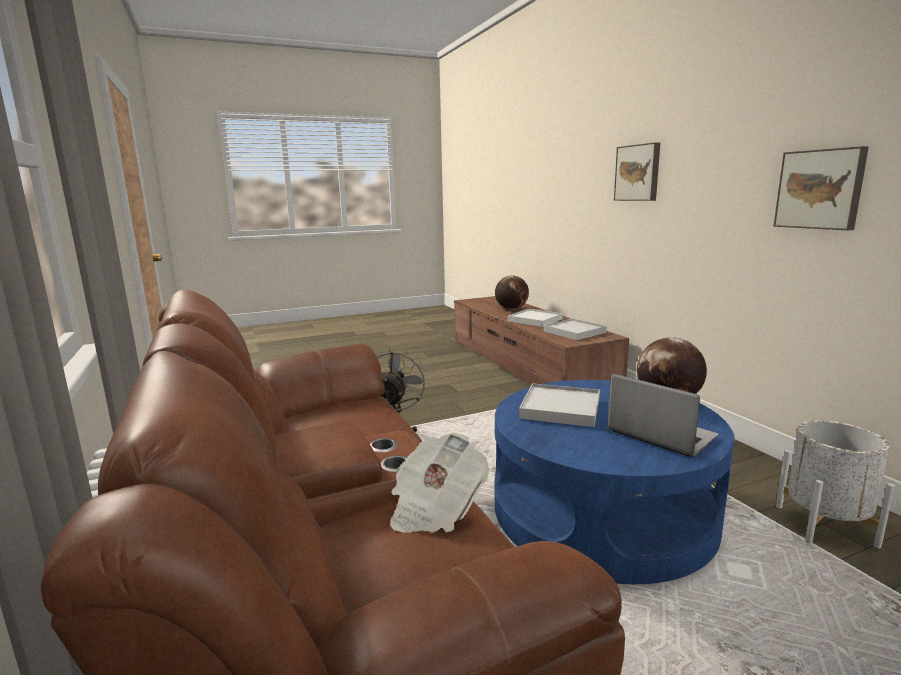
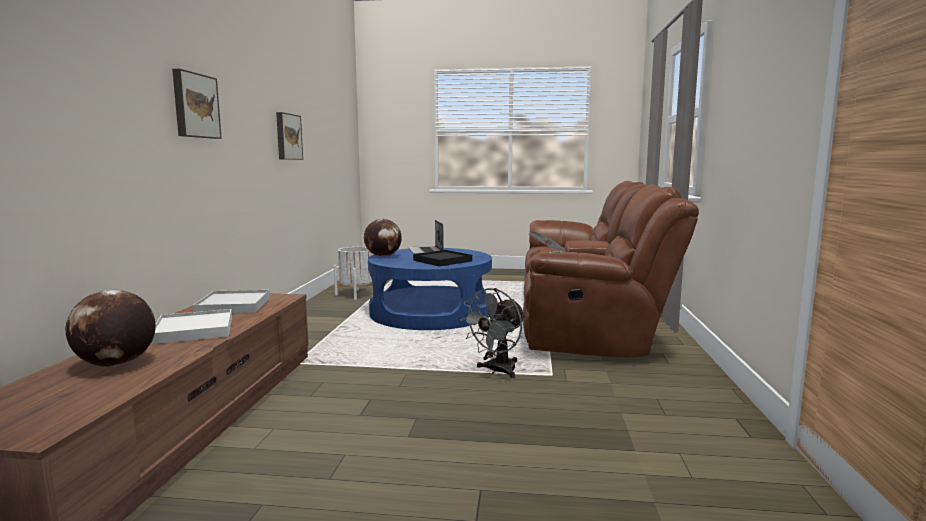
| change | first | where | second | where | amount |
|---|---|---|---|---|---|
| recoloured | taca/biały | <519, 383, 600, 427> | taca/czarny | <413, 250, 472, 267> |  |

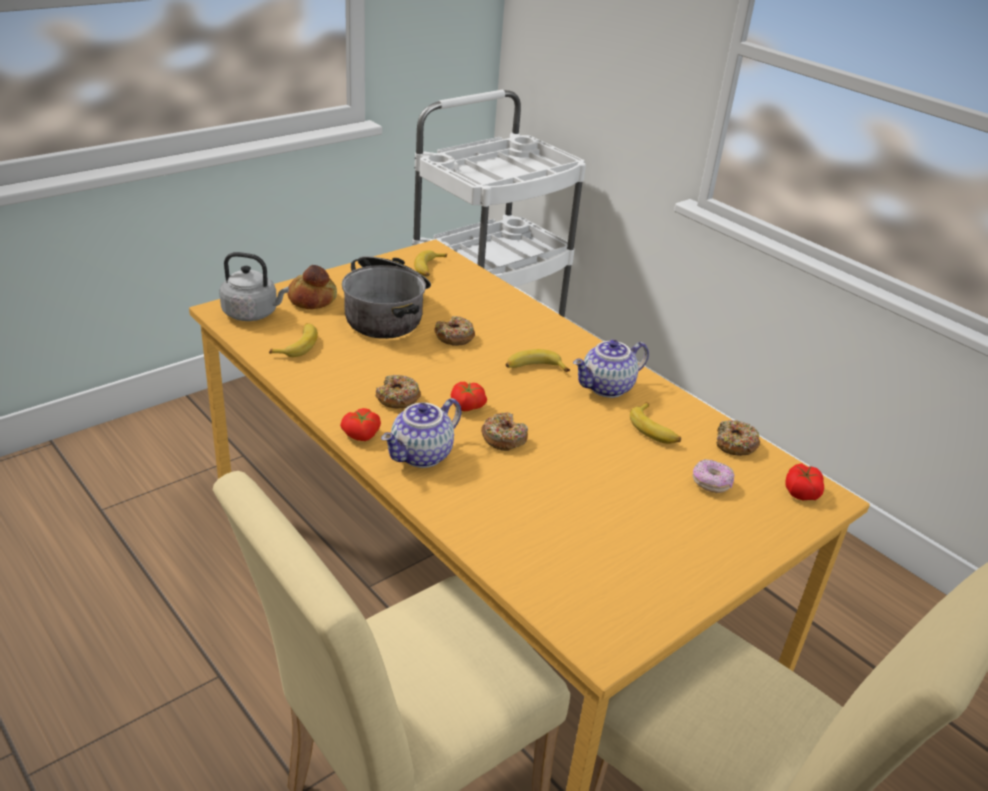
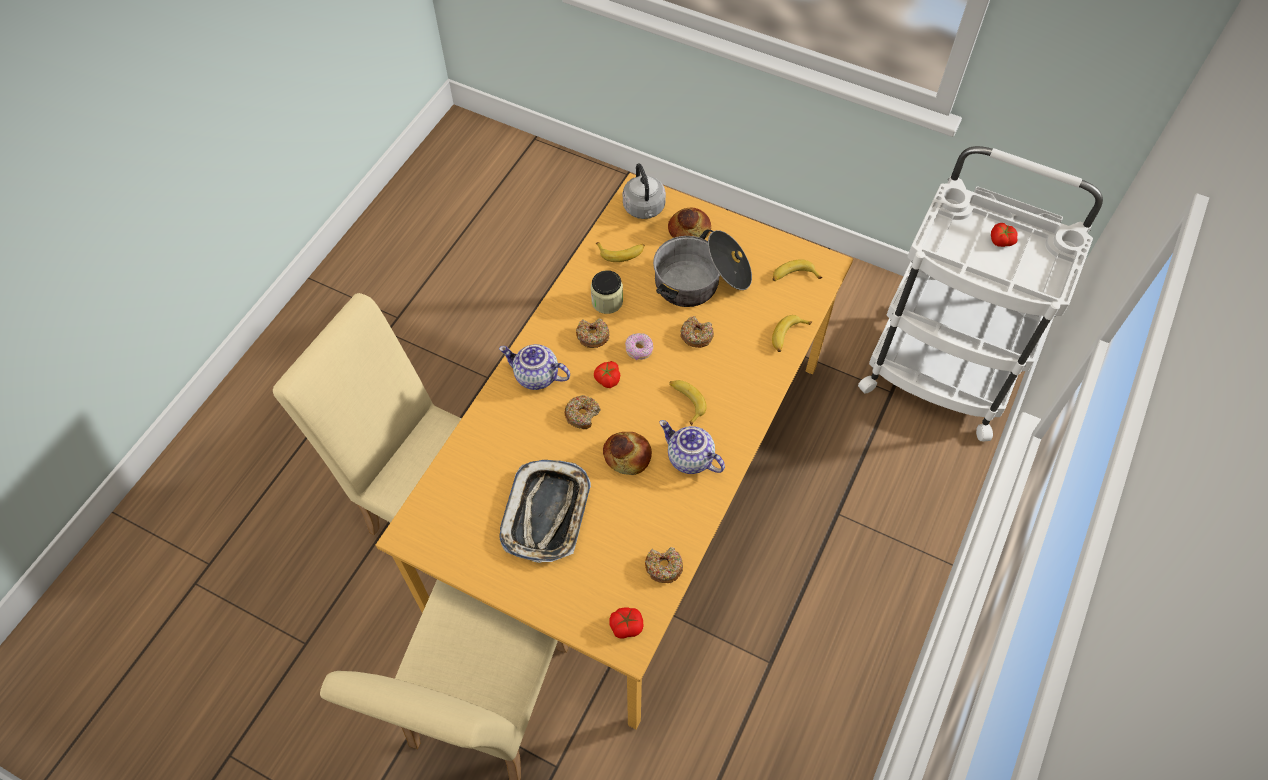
| change | first | where | second | where | amount |
|---|---|---|---|---|---|
| added |  |  | taca | <499, 460, 591, 563> |  |
| added |  |  | słoik | <591, 270, 623, 314> |  |
| added |  |  | chleb | <603, 432, 652, 475> |  |
| moved | pomidor | <340, 408, 381, 441> |  | <991, 223, 1018, 247> |  |
| moved | banan | <630, 402, 681, 444> |  | <772, 315, 812, 352> |  |
| moved | donut | <693, 459, 734, 493> |  | <625, 333, 654, 360> |  |

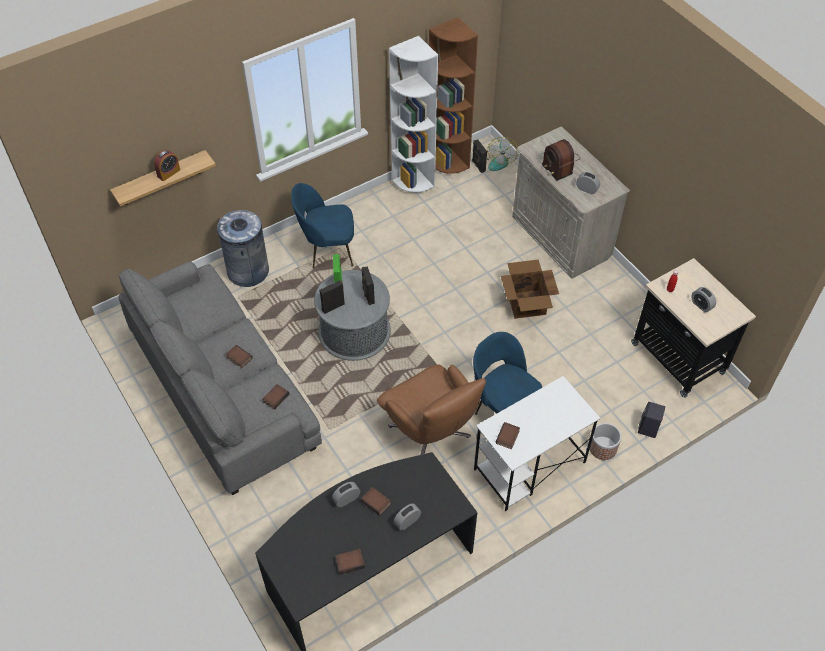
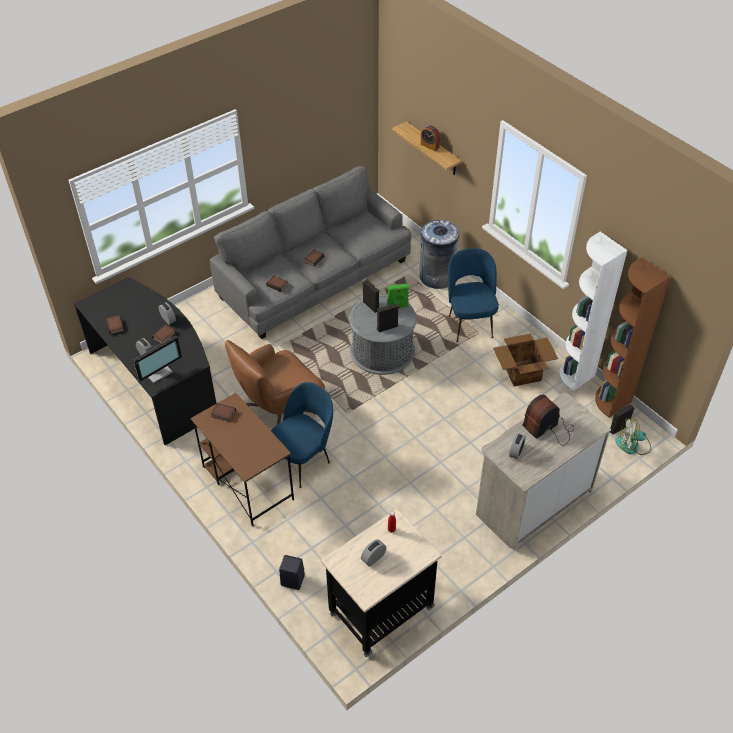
| change | first | where | second | where | amount |
|---|---|---|---|---|---|
| removed | donica | <589, 423, 621, 460> |  |  |  |
| added |  |  | monitor | <133, 335, 182, 384> |  |
| moved | karton | <501, 260, 559, 319> |  | <493, 334, 558, 386> |  |
| recoloured | biurko/biały | <474, 376, 600, 511> | biurko/brązowy | <191, 393, 294, 526> |  |

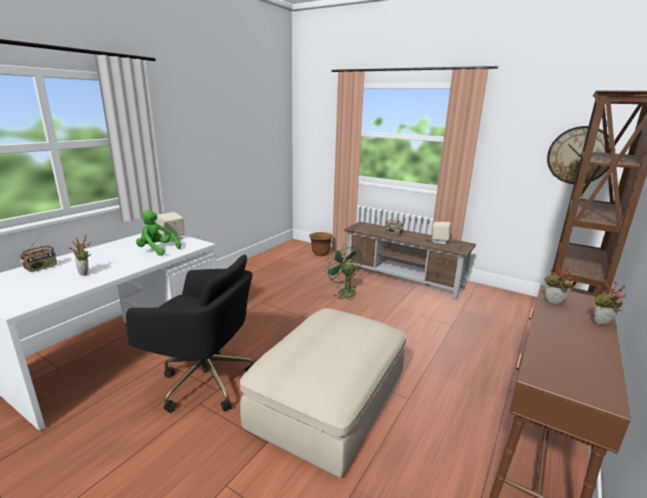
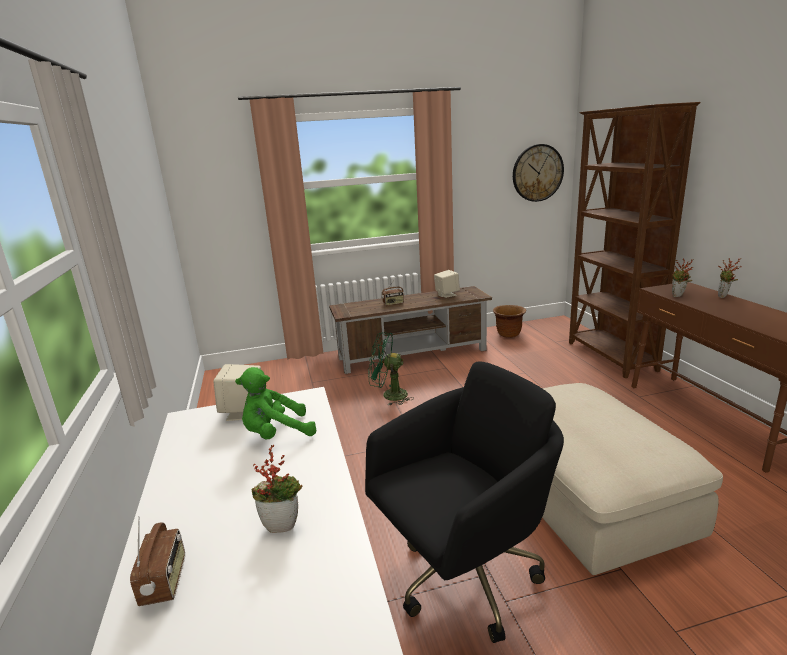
| change | first | where | second | where | amount |
|---|---|---|---|---|---|
| moved | donica/brązowy | <309, 232, 333, 256> |  | <493, 305, 526, 338> |  |

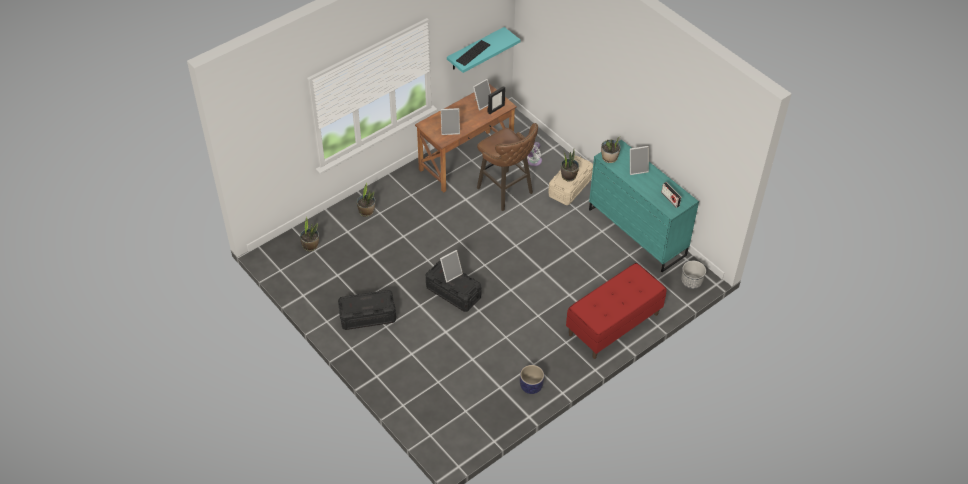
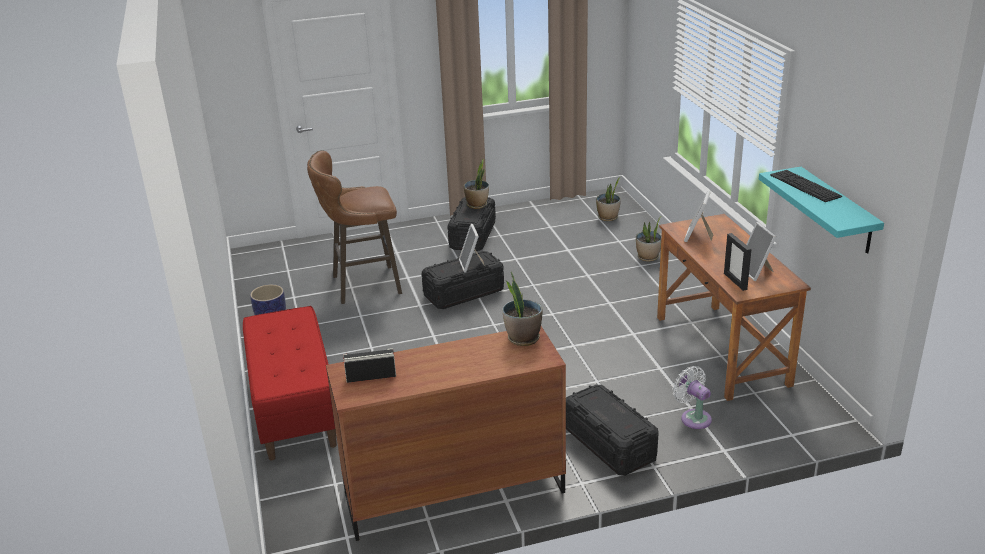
| change | first | where | second | where | amount |
|---|---|---|---|---|---|
| removed | ramka na zdjęcie | <630, 146, 649, 175> |  |  |  |
| removed | donica | <681, 261, 706, 289> |  |  |  |
| moved | stołek/brązowy | <477, 123, 538, 211> |  | <307, 150, 402, 304> |  |
| moved | roślina doniczkowa | <561, 150, 579, 182> |  | <464, 159, 489, 209> |  |
| recoloured | pojemnik do przechowywania/beżowy | <548, 155, 593, 205> | pojemnik do przechowywania/czarny | <566, 385, 659, 476> |  |
| recoloured | komoda/turkusowy | <589, 140, 699, 272> | komoda/brązowy | <326, 326, 566, 541> |  |

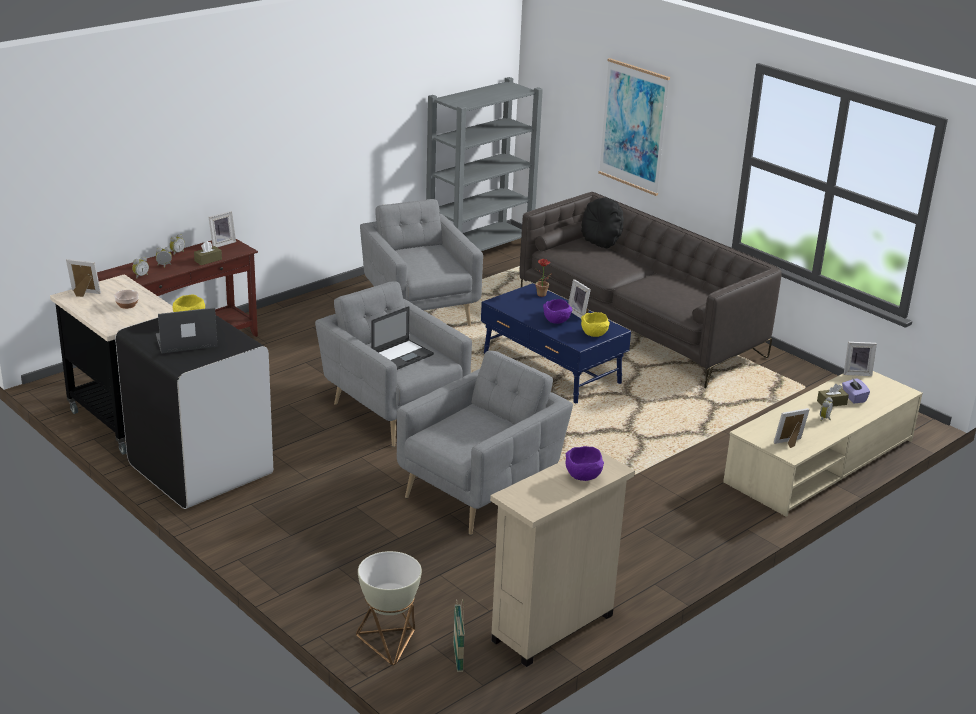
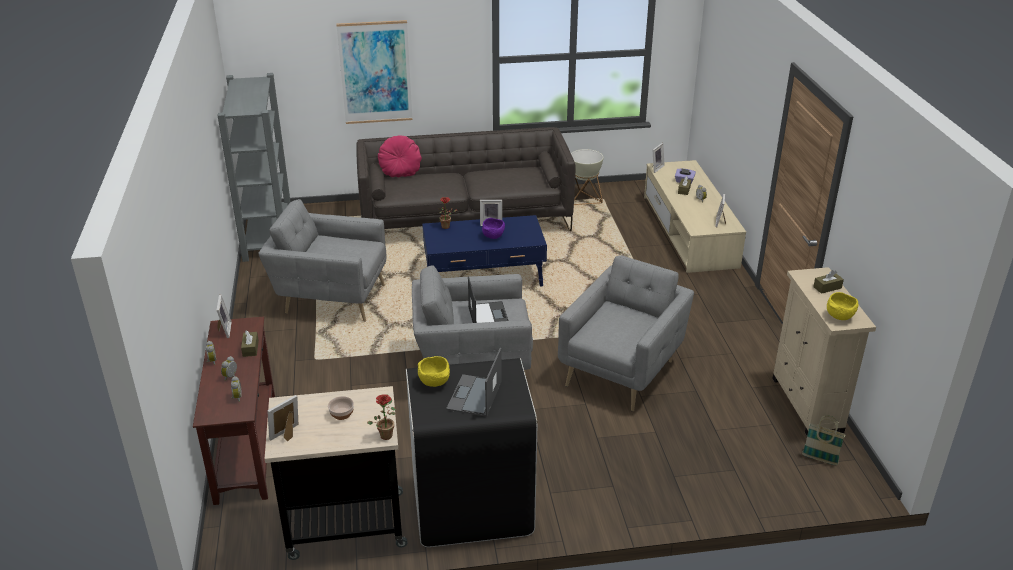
| change | first | where | second | where | amount |
|---|---|---|---|---|---|
| added |  |  | roślina doniczkowa | <367, 394, 396, 440> |  |
| moved | donica | <356, 551, 422, 665> |  | <571, 149, 604, 205> |  |
| moved | miska/żółty | <581, 312, 610, 337> |  | <827, 292, 859, 320> |  |
| replaced | miska/fioletowy | <566, 446, 604, 481> | pudełko chusteczek/brązowy | <813, 270, 844, 294> |  |
| recoloured | poduszka/czarny | <581, 197, 624, 248> | poduszka/różowy | <378, 135, 422, 177> |  |
| turned | fotel/szary | <397, 351, 573, 535> |  | <558, 255, 694, 412> | 45 degrees clockwise |

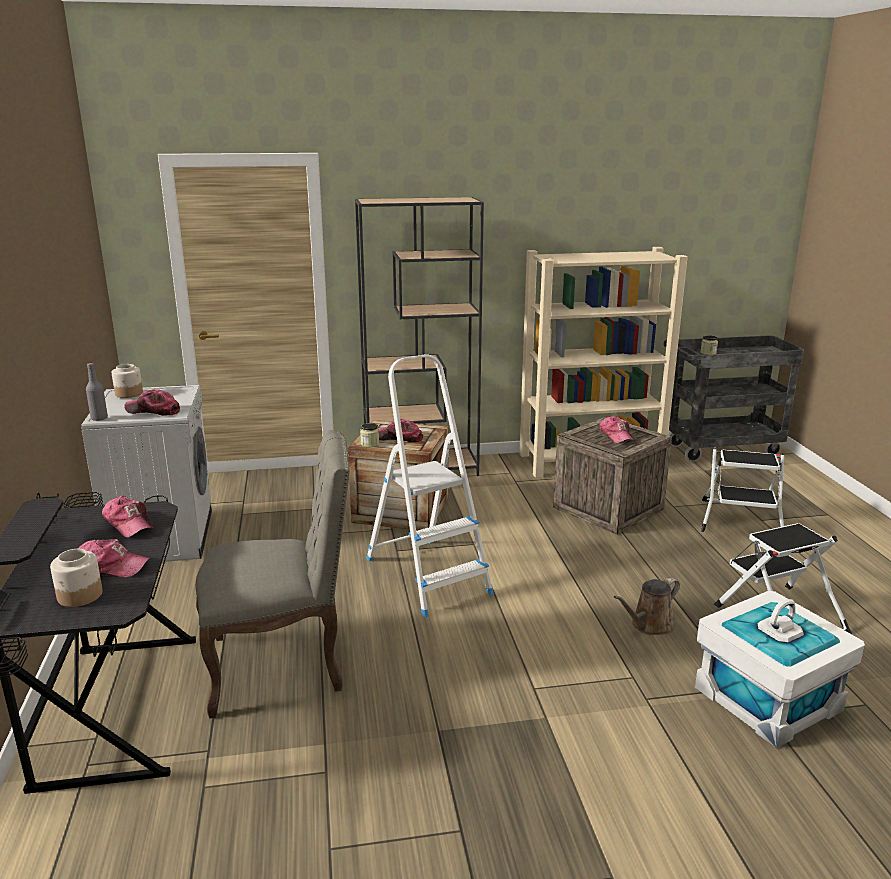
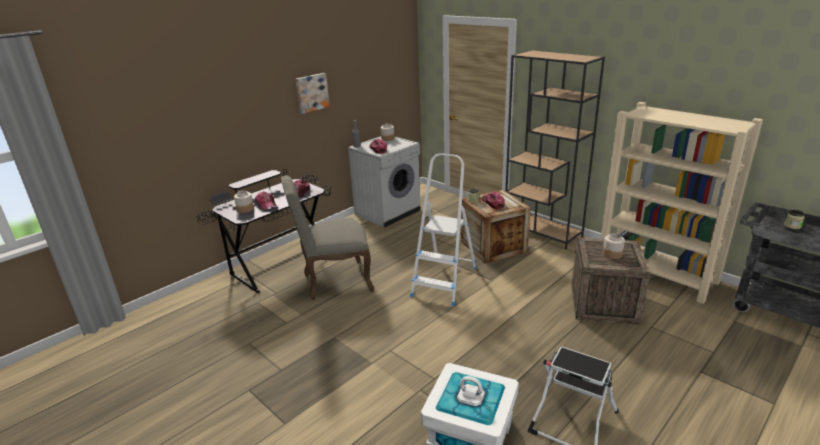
| change | first | where | second | where | amount |
|---|---|---|---|---|---|
| removed | konewka/brązowy | <614, 578, 680, 635> |  |  |  |
| removed | drabinka | <701, 448, 784, 532> |  |  |  |
| added |  |  | obraz | <296, 73, 330, 114> |  |
| replaced | czapka z daszkiem | <600, 416, 635, 443> | słoik | <603, 233, 625, 259> |  |
| turned | krzesło/szary | <196, 430, 350, 718> |  | <281, 175, 374, 300> | 120 degrees clockwise |

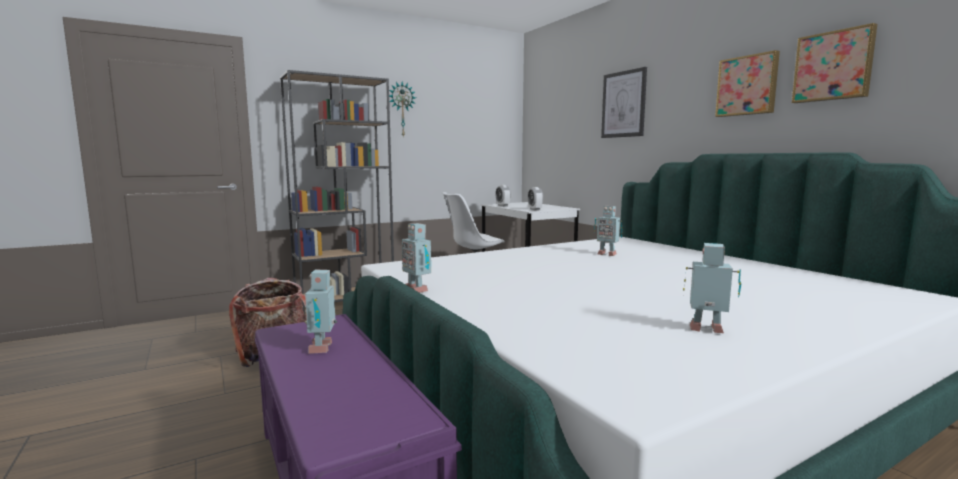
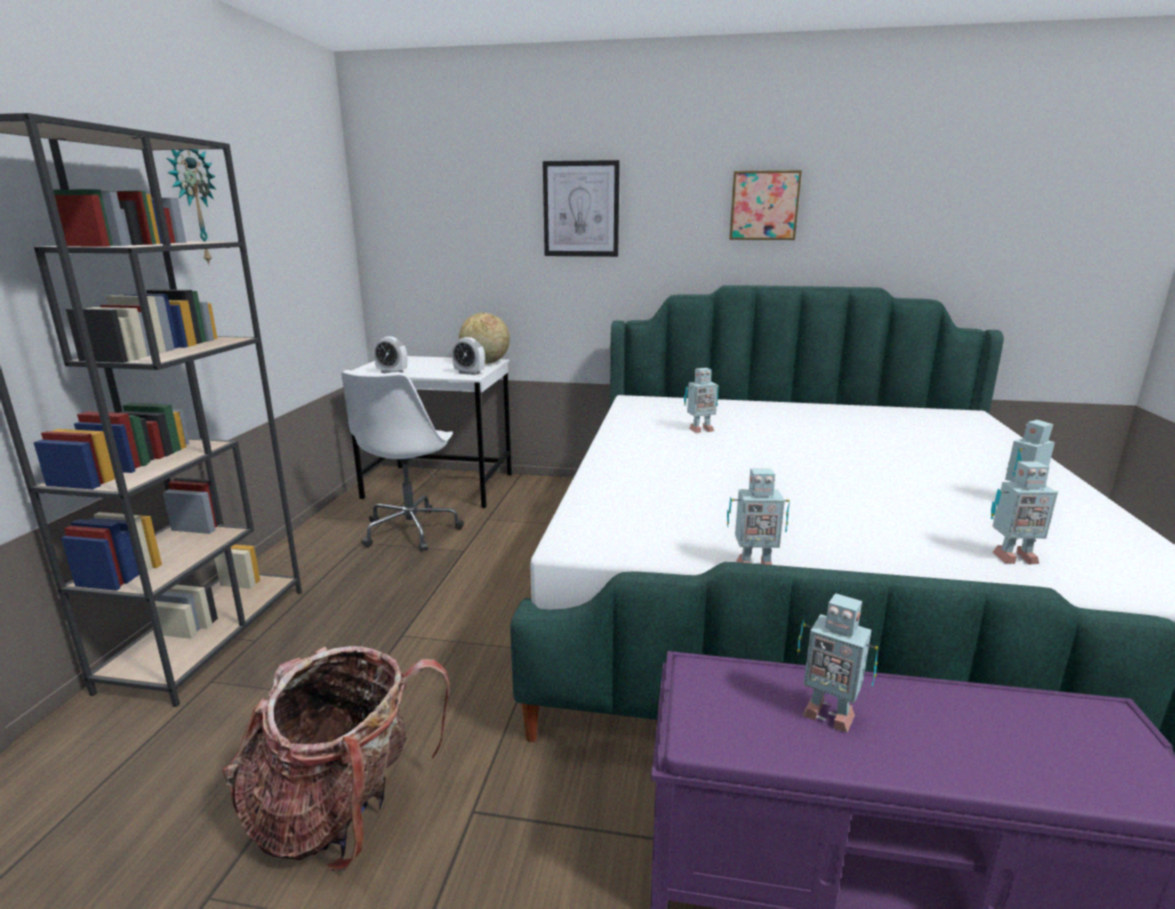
| change | first | where | second | where | amount |
|---|---|---|---|---|---|
| removed | obraz | <792, 23, 877, 103> |  |  |  |
| added |  |  | globus | <459, 313, 510, 364> |  |
| added |  |  | robot zabawkowy | <991, 461, 1058, 565> |  |

